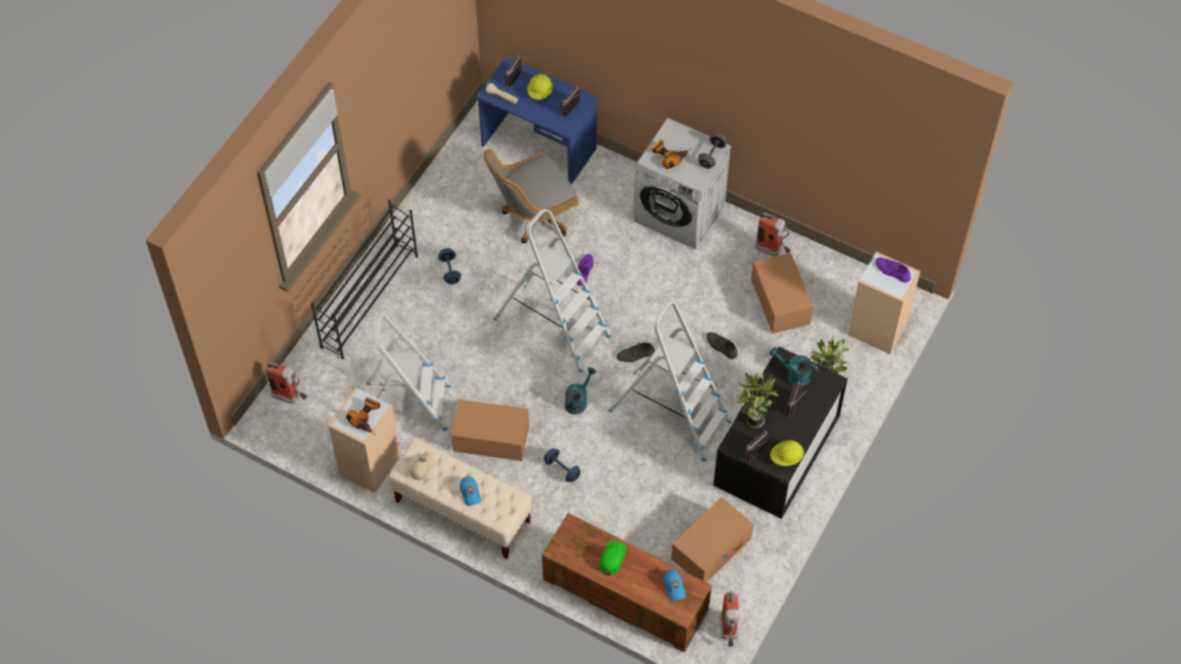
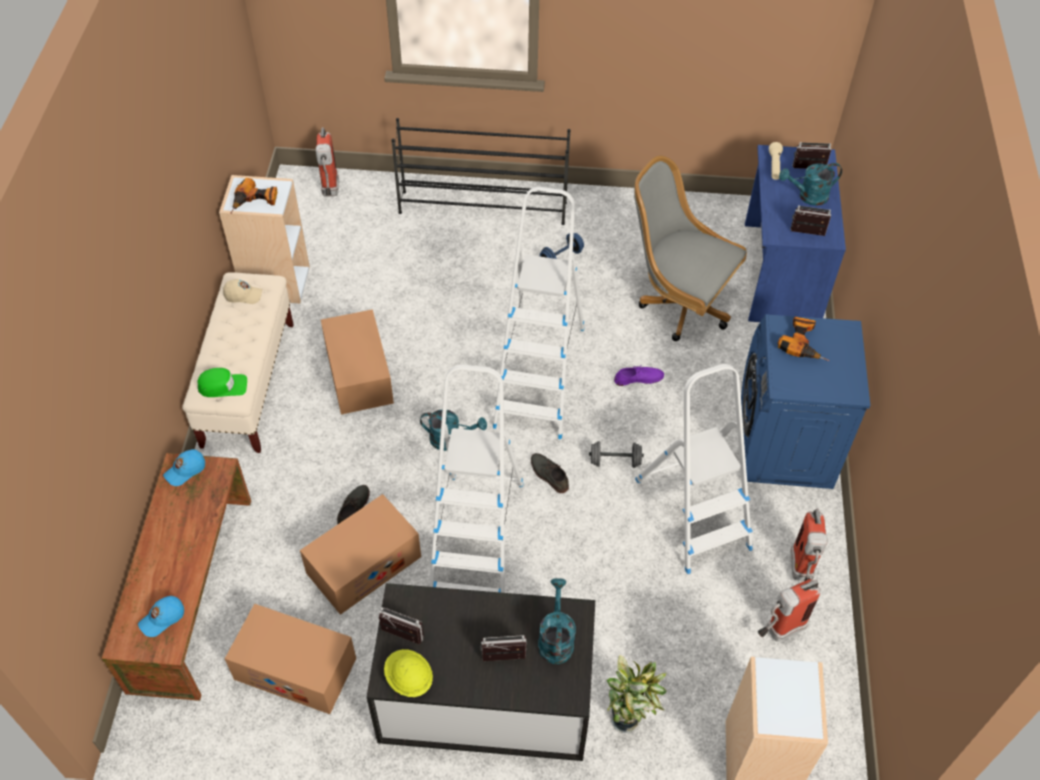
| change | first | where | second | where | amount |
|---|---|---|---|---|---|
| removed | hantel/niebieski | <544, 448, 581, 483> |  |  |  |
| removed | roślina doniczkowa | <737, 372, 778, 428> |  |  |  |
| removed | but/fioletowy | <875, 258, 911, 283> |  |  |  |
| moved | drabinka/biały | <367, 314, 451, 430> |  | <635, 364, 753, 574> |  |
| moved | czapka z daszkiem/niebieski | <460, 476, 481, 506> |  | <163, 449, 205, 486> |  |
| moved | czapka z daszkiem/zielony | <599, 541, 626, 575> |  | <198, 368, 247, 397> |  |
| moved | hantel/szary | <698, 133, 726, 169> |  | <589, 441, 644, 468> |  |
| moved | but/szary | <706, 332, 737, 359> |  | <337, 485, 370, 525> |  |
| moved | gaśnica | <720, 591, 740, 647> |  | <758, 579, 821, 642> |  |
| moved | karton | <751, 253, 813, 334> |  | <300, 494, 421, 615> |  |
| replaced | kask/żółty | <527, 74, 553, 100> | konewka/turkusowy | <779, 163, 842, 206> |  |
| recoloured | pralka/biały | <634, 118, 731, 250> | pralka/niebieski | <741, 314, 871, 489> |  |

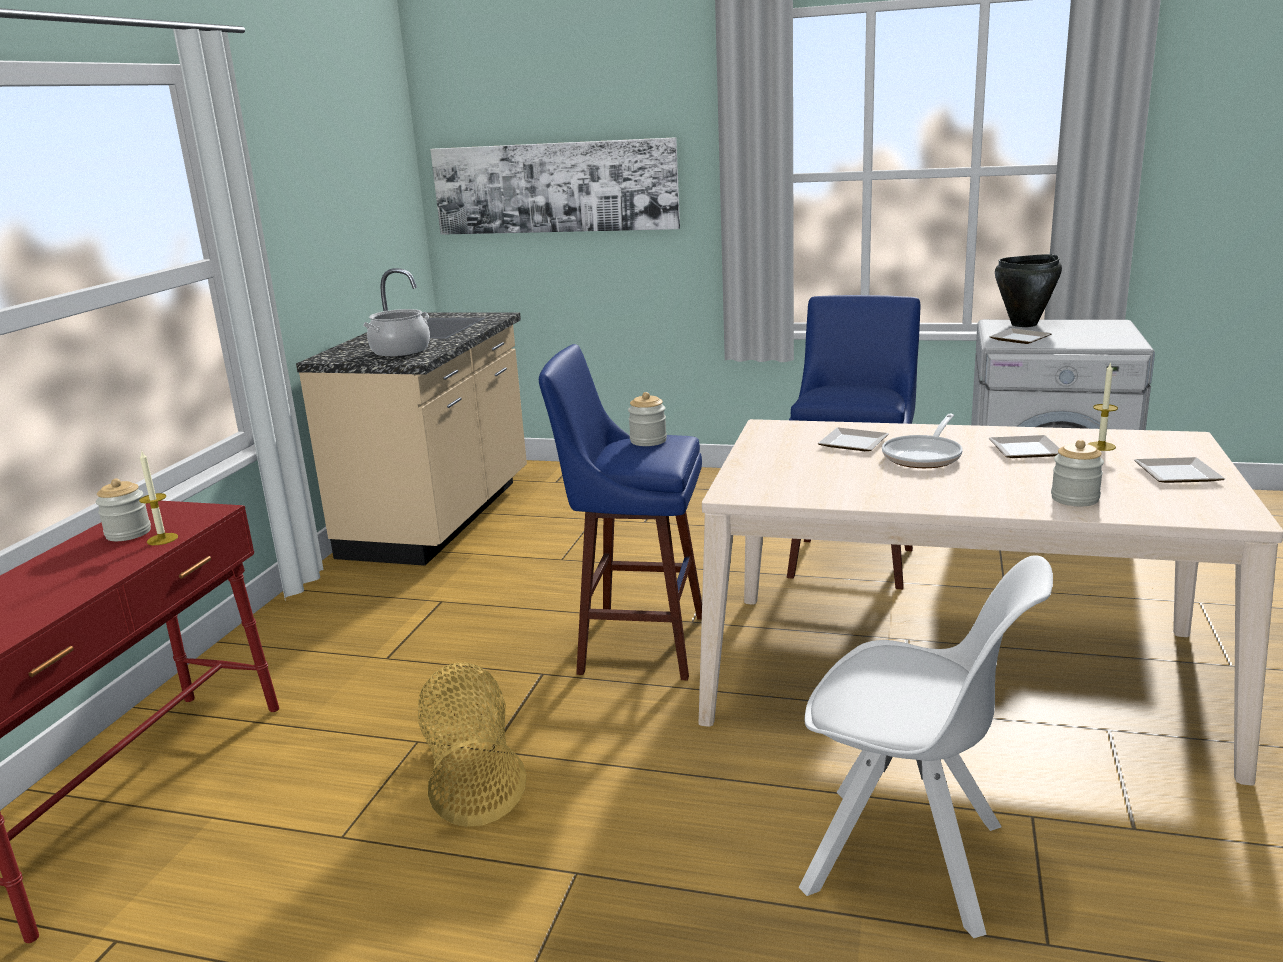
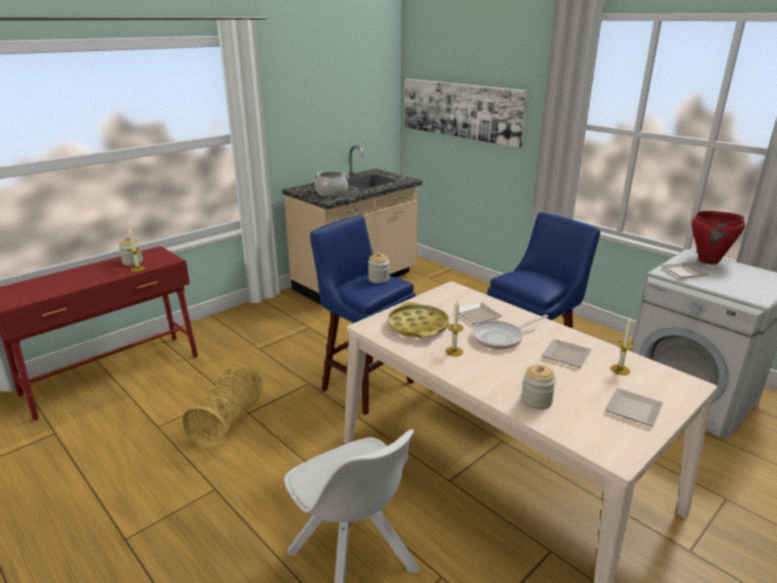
| change | first | where | second | where | amount |
|---|---|---|---|---|---|
| added |  |  | taca/żółty | <388, 302, 449, 338> |  |
| added |  |  | świeca | <445, 301, 463, 356> |  |
| recoloured | garnek/czarny | <995, 254, 1062, 327> | garnek/czerwony | <692, 211, 745, 264> |  |

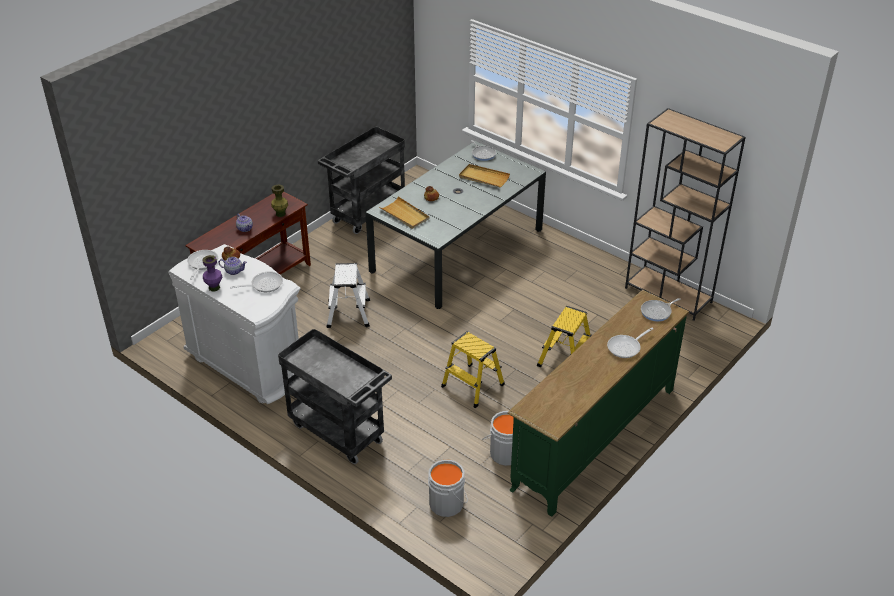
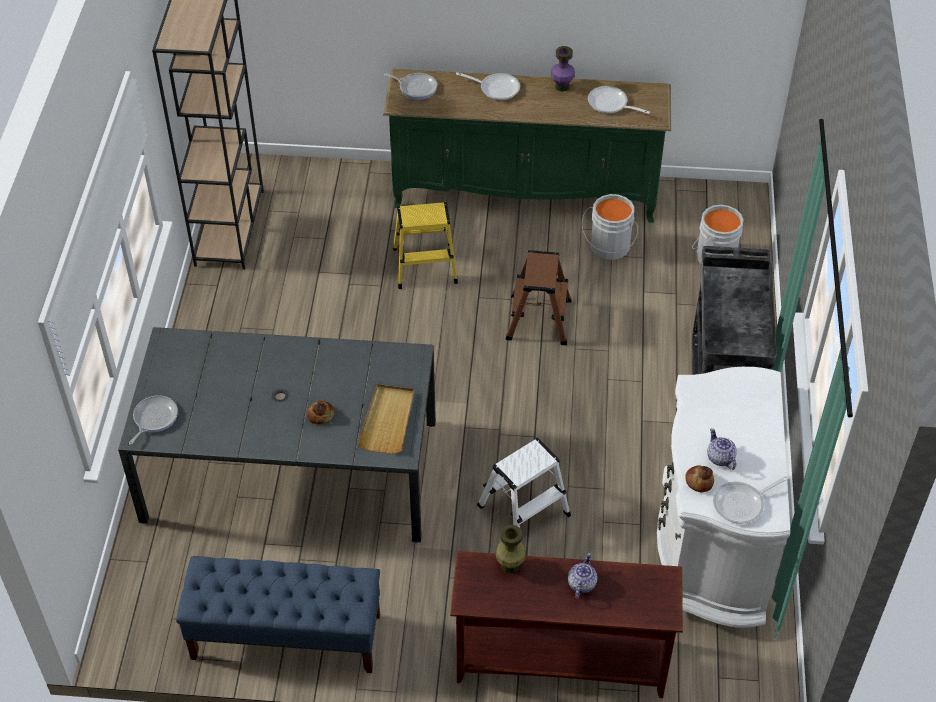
| change | first | where | second | where | amount |
|---|---|---|---|---|---|
| removed | taca/beżowy | <459, 164, 510, 188> |  |  |  |
| moved | wazon/fioletowy | <203, 255, 222, 291> |  | <551, 46, 575, 92> |  |
| moved | patelnia | <230, 271, 283, 292> |  | <588, 86, 650, 114> |  |
| replaced | wózek/czarny | <318, 127, 405, 234> | ławka/niebieski | <176, 556, 380, 673> |  |
| recoloured | drabinka/żółty | <441, 331, 505, 408> | drabinka/brązowy | <505, 250, 572, 345> |  |

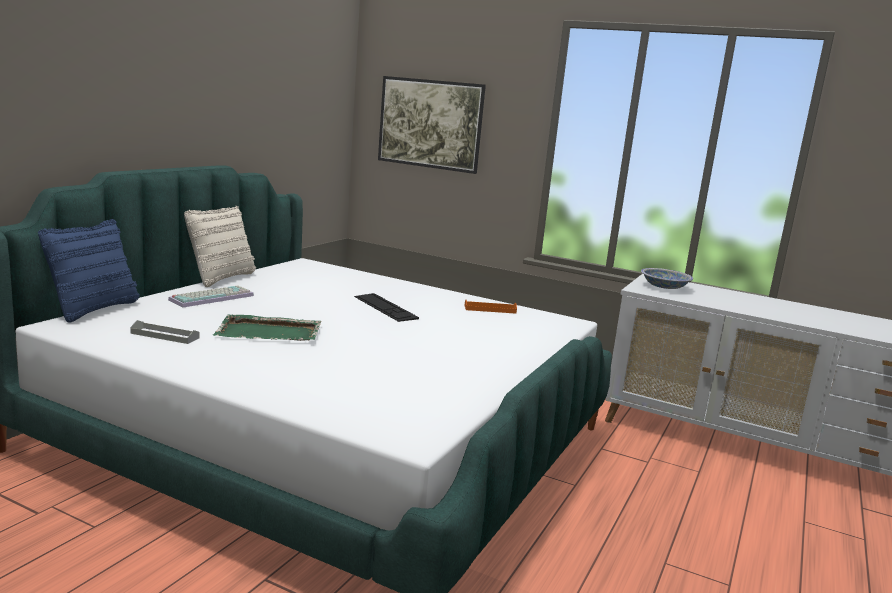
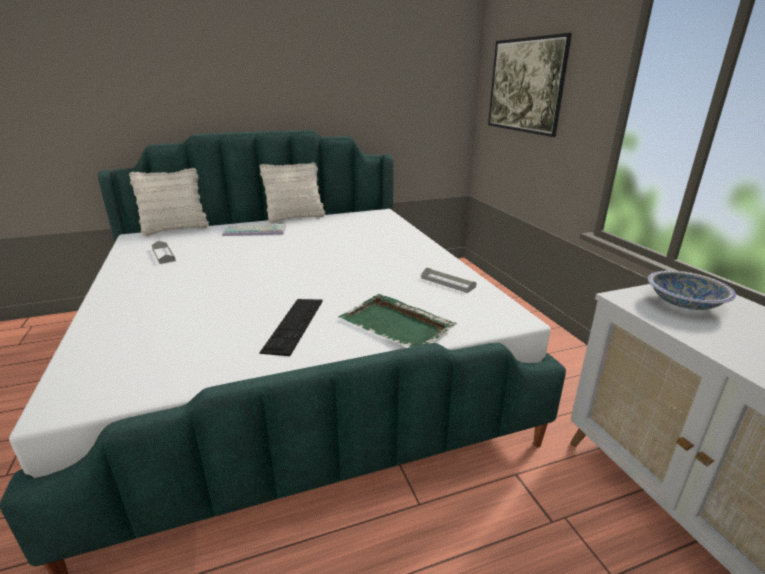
| change | first | where | second | where | amount |
|---|---|---|---|---|---|
| moved | taca/zielony | <213, 314, 321, 341> |  | <338, 294, 457, 347> |  |
| moved | klawiatura | <354, 293, 419, 322> |  | <259, 299, 323, 356> |  |
| recoloured | poduszka/niebieski | <38, 219, 140, 323> | poduszka/beżowy | <129, 168, 209, 236> |  |
| recoloured | taca/pomarańczowy | <465, 299, 517, 314> | taca/szary | <421, 267, 477, 293> |  |

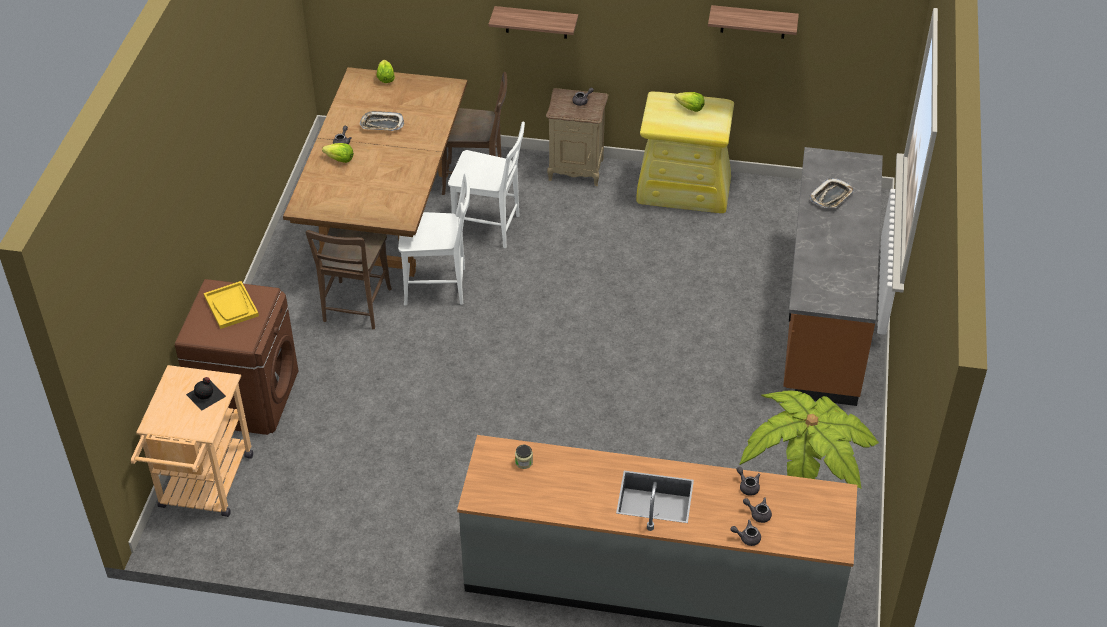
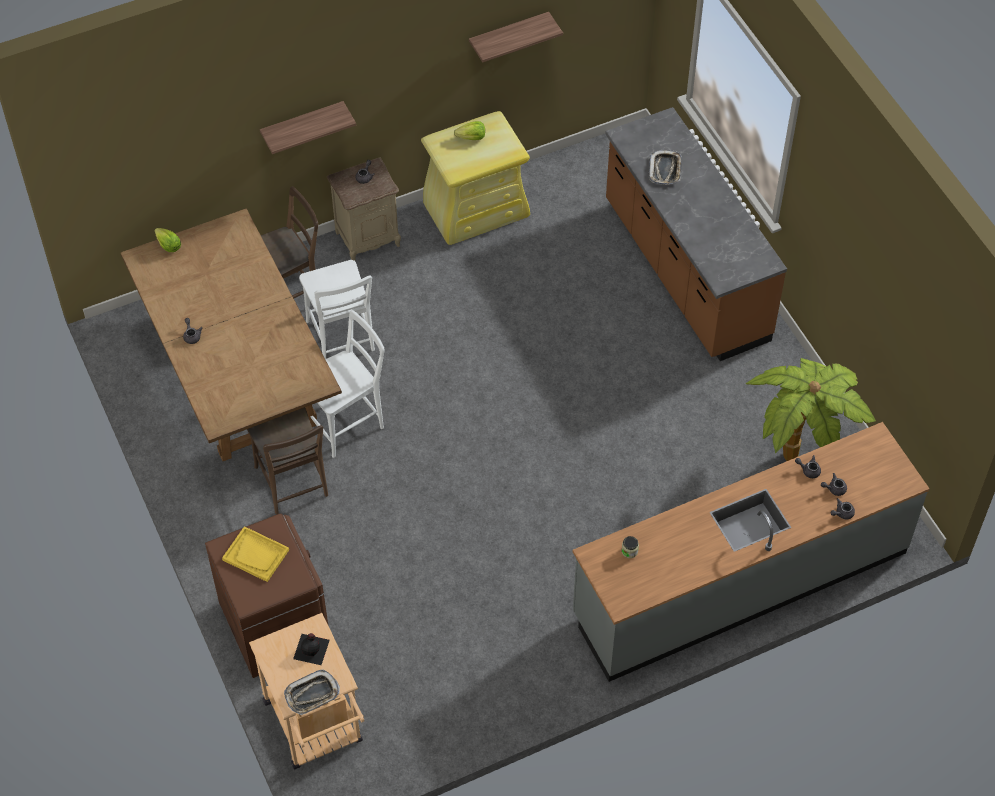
| change | first | where | second | where | amount |
|---|---|---|---|---|---|
| removed | sałata | <322, 143, 354, 163> |  |  |  |
| moved | taca | <360, 111, 404, 131> |  | <284, 670, 340, 715> |  |
| turned | krzesło/biały | <448, 122, 525, 248> |  | <299, 260, 375, 359> | 90 degrees clockwise |

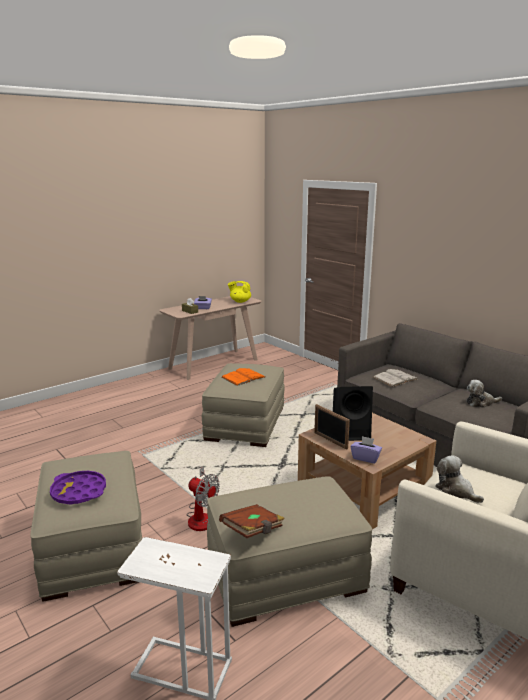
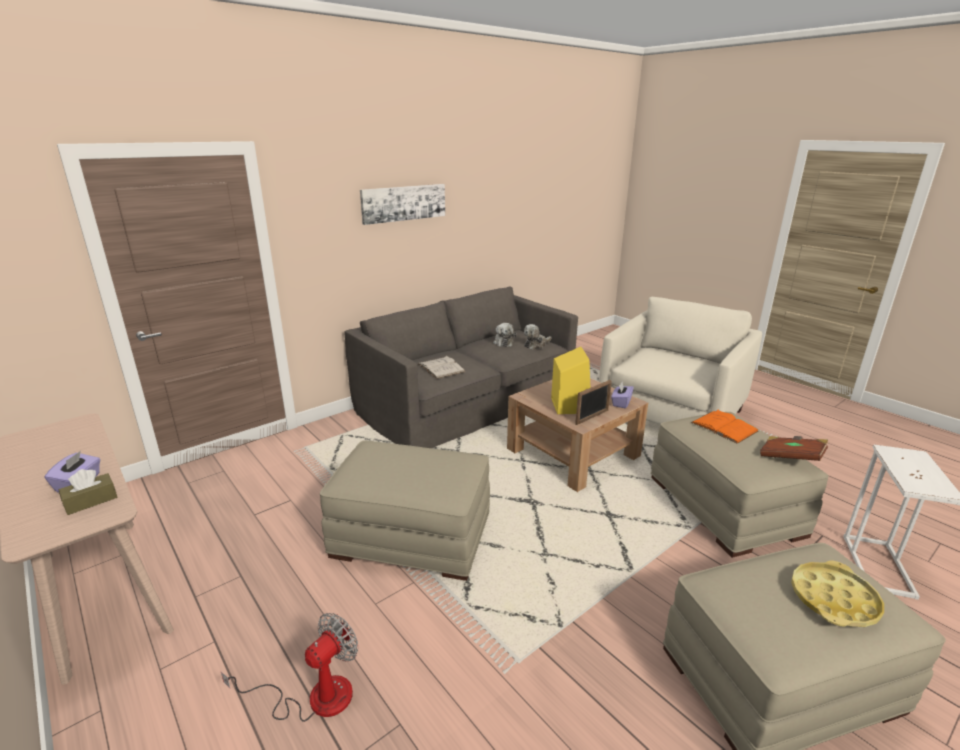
| change | first | where | second | where | amount |
|---|---|---|---|---|---|
| removed | imbryk/żółty | <228, 281, 251, 303> |  |  |  |
| added |  |  | obraz | <360, 184, 445, 225> |  |
| moved | wentylator | <187, 467, 220, 531> |  | <221, 613, 358, 722> |  |
| moved | książka/pomarańczowy | <221, 368, 265, 386> |  | <691, 410, 758, 444> |  |
| moved | pluszak | <436, 455, 484, 503> |  | <524, 324, 551, 350> |  |
| recoloured | taca/fioletowy | <50, 471, 106, 505> | taca/żółty | <791, 561, 884, 627> |  |
| recoloured | głośnik/czarny | <333, 386, 373, 441> | głośnik/żółty | <551, 347, 591, 414> |  |

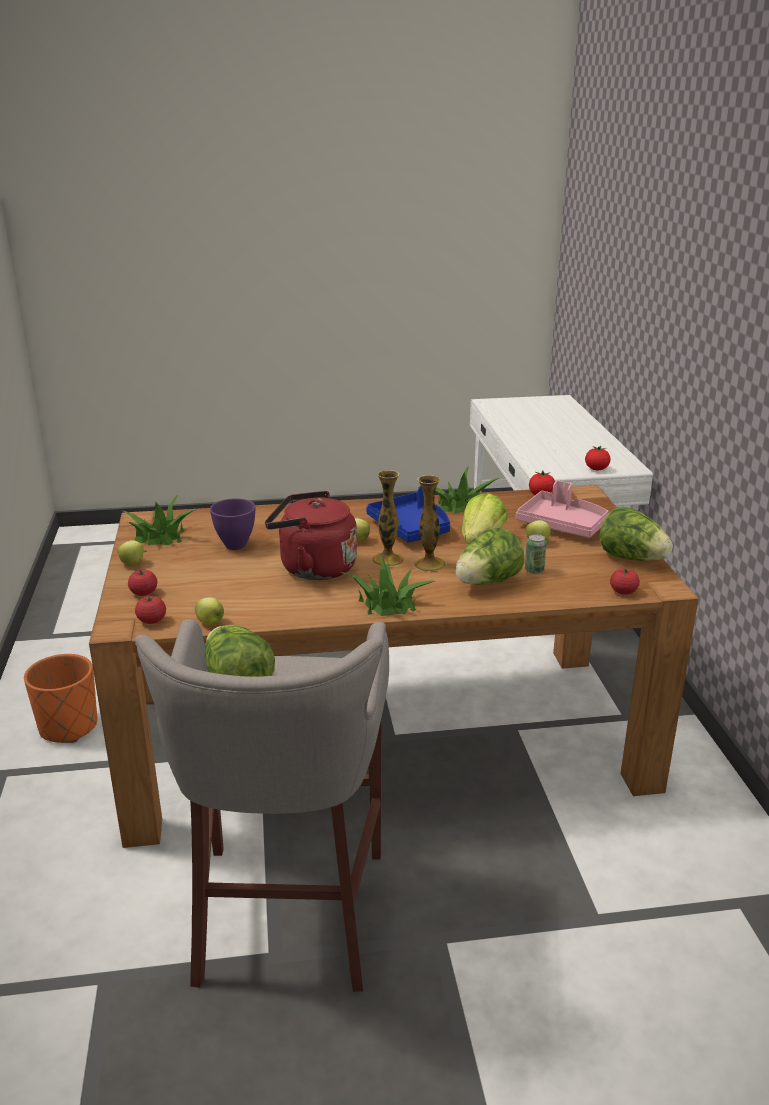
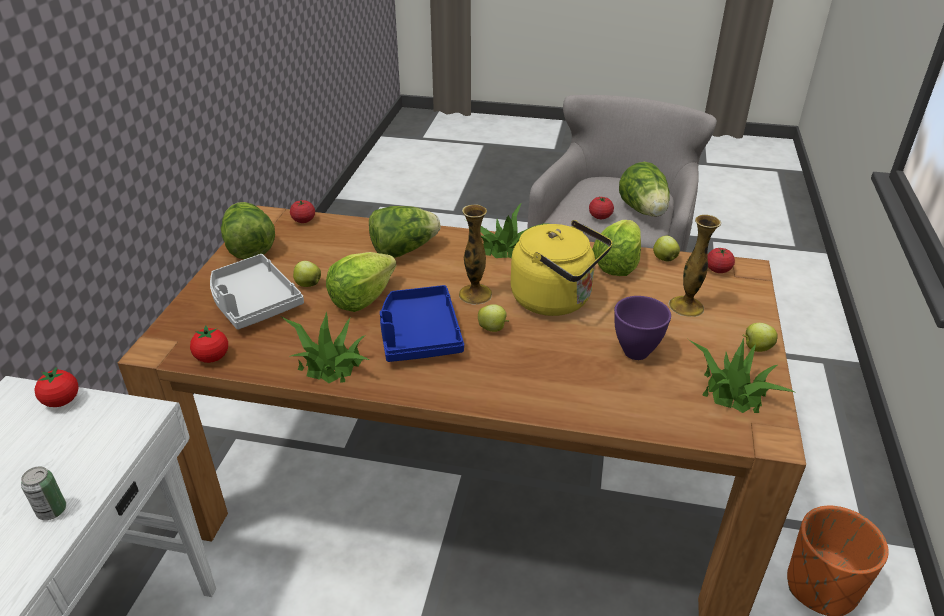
| change | first | where | second | where | amount |
|---|---|---|---|---|---|
| added |  |  | sałata | <592, 220, 641, 276> |  |
| moved | pomidor | <128, 569, 158, 596> |  | <589, 197, 614, 219> |  |
| moved | wazon | <414, 475, 446, 572> |  | <669, 215, 721, 317> |  |
| moved | puszka | <525, 534, 547, 574> |  | <21, 466, 66, 520> |  |
| recoloured | czajnik/czerwony | <265, 491, 357, 580> | czajnik/żółty | <511, 220, 612, 316> |  |
| recoloured | taca/różowy | <516, 480, 608, 538> | taca/szary | <210, 254, 304, 329> |  |

